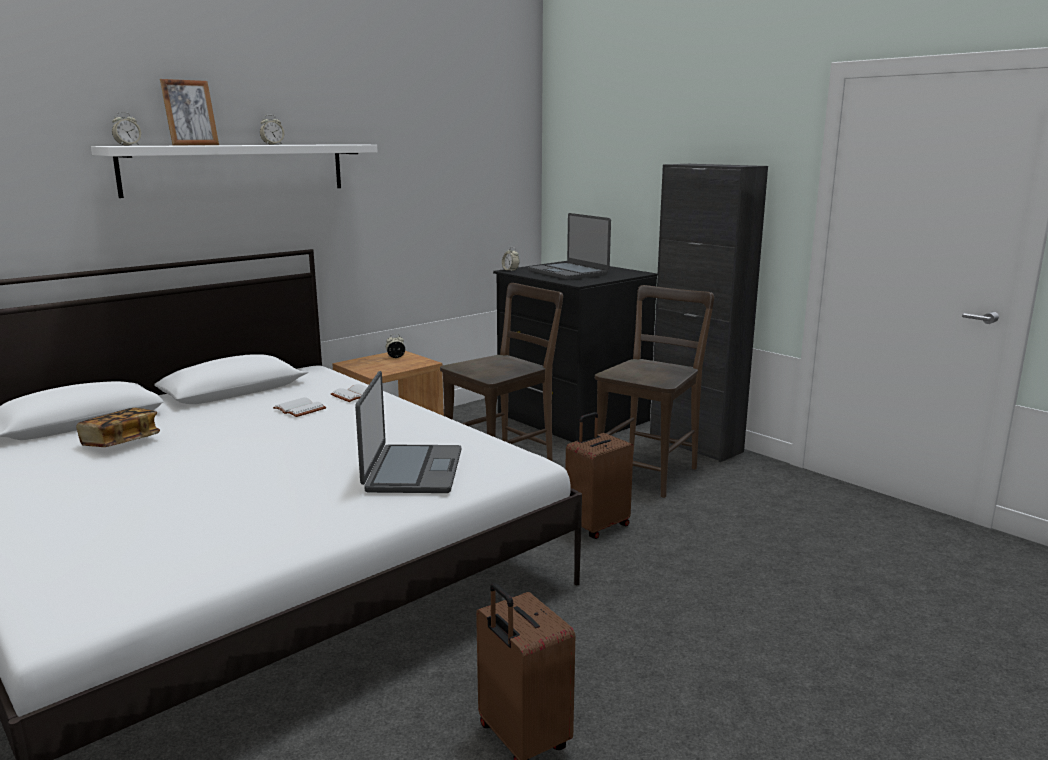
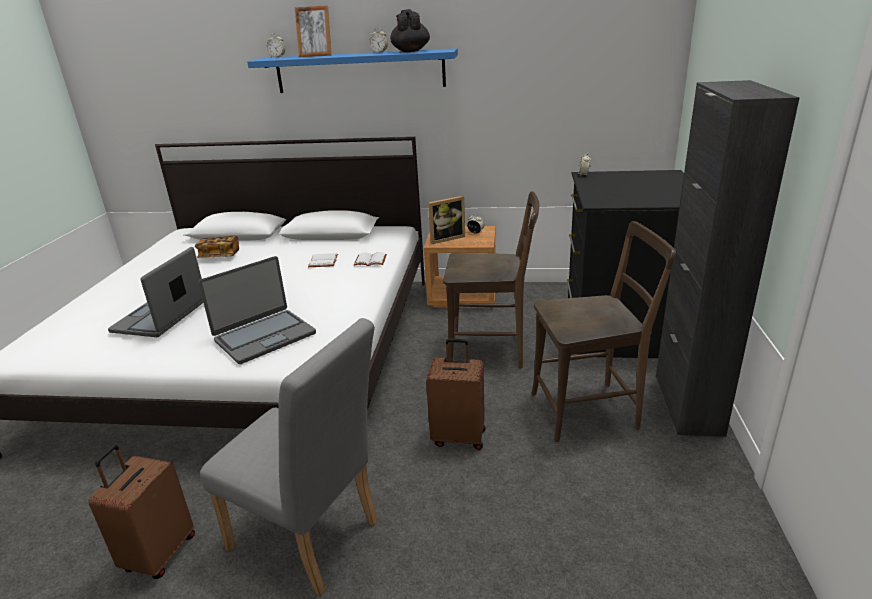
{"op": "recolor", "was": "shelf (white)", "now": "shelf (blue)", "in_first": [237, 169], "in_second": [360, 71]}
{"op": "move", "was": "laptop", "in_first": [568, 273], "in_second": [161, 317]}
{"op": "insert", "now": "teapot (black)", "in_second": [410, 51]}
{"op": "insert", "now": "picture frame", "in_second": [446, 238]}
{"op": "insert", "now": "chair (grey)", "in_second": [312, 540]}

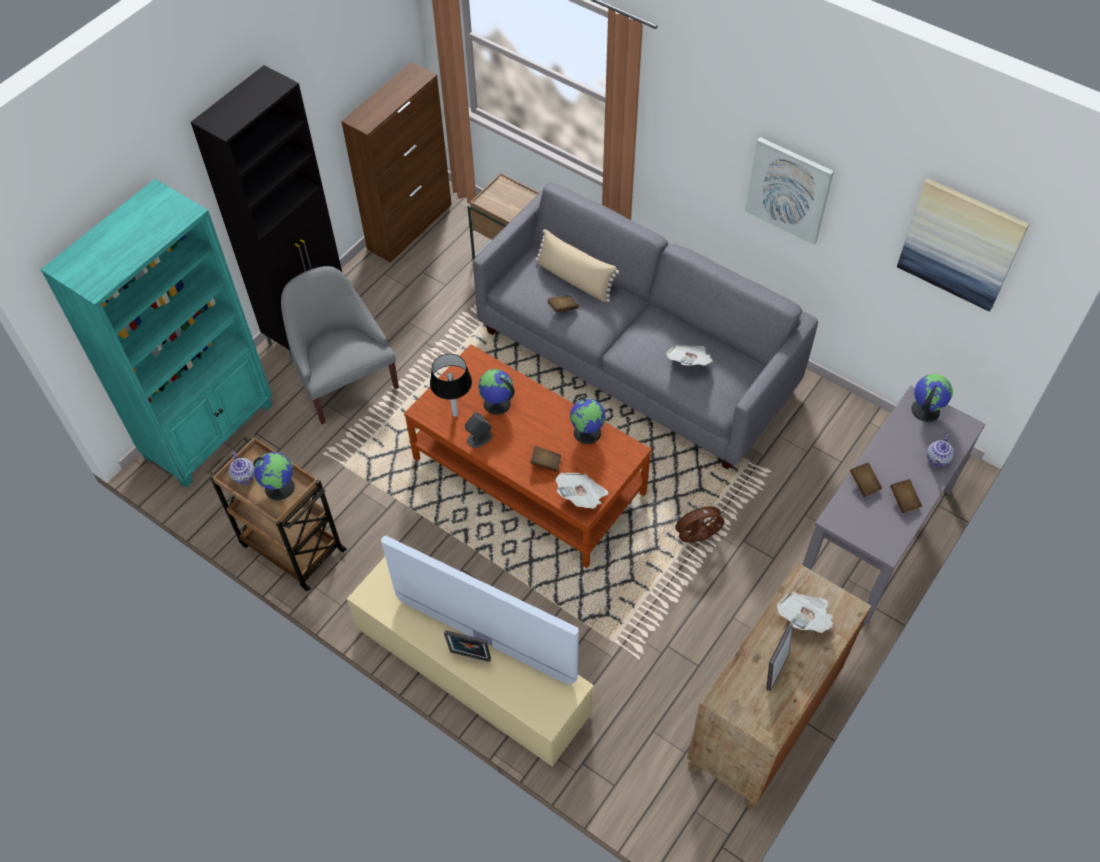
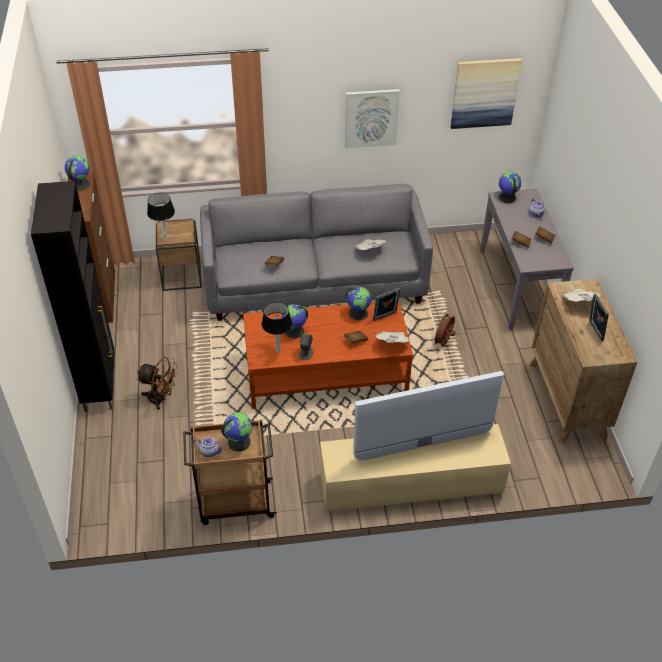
{"op": "delete", "was": "bookcase (turquoise)", "in_first": [210, 431]}
{"op": "delete", "was": "pillow (beige)", "in_first": [574, 279]}
{"op": "replace", "was": "armchair (grey)", "now": "fan (brown)", "in_first": [345, 381], "in_second": [161, 398]}
{"op": "move", "was": "picture frame", "in_first": [469, 658], "in_second": [385, 317]}
{"op": "insert", "now": "globe", "in_second": [80, 184]}
{"op": "insert", "now": "table lamp", "in_second": [165, 239]}

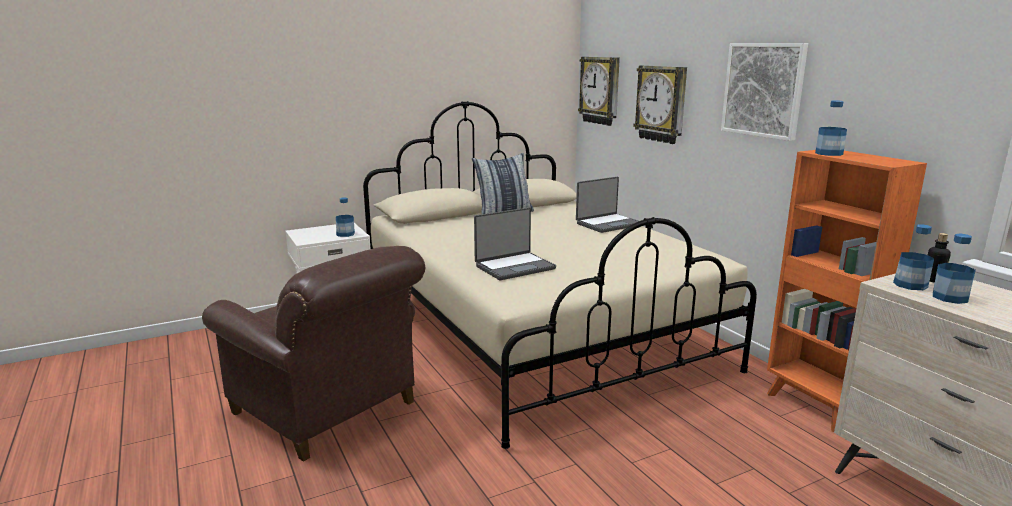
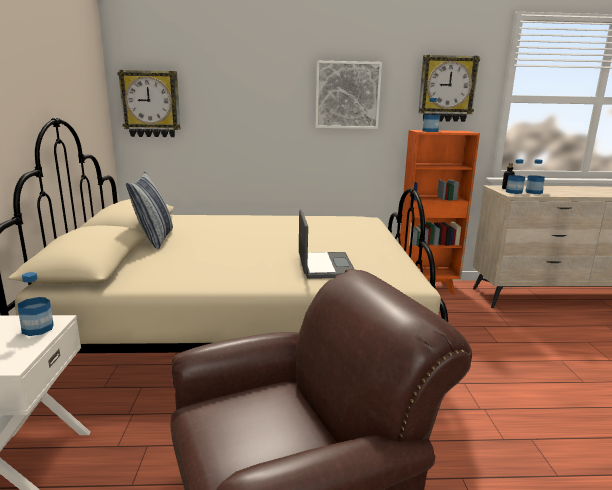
{"op": "move", "was": "wall clock", "in_first": [661, 104], "in_second": [446, 89]}
{"op": "delete", "was": "laptop", "in_first": [608, 224]}

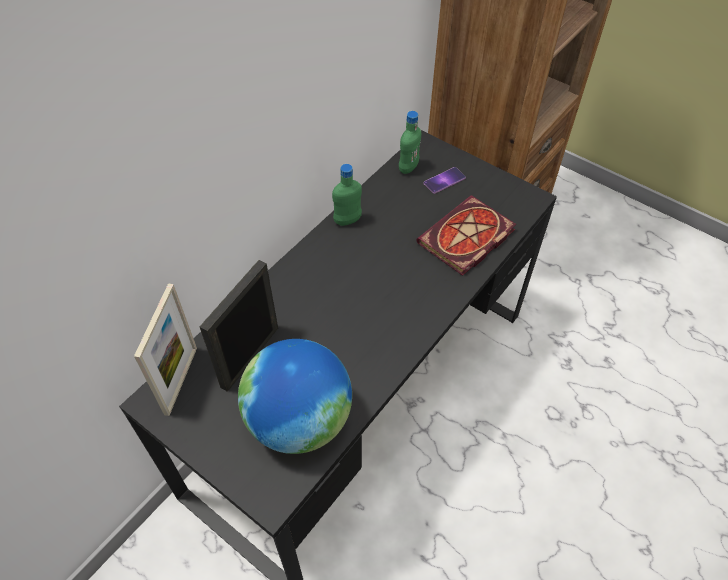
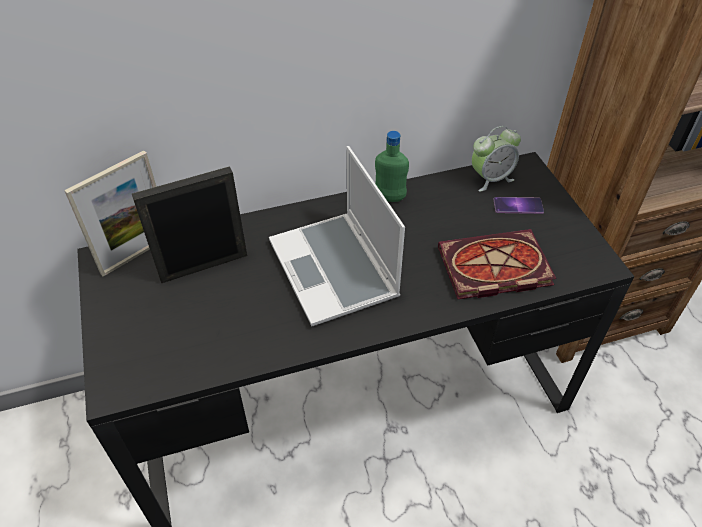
{"op": "replace", "was": "bottle (green)", "now": "alarm clock", "in_first": [408, 168], "in_second": [490, 178]}
{"op": "delete", "was": "globe", "in_first": [300, 421]}
{"op": "insert", "now": "laptop", "in_second": [335, 270]}

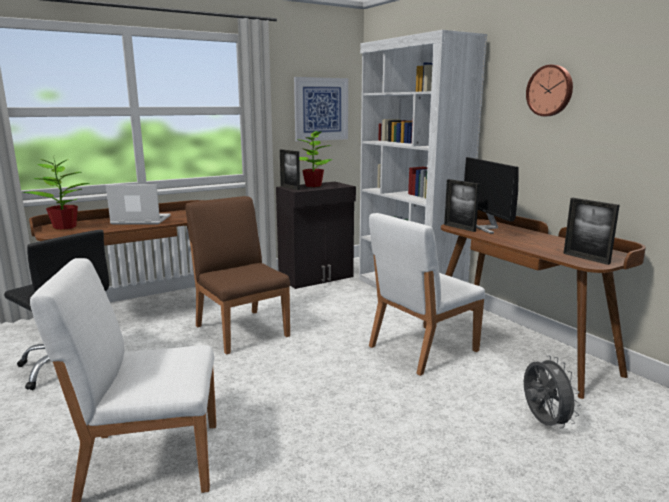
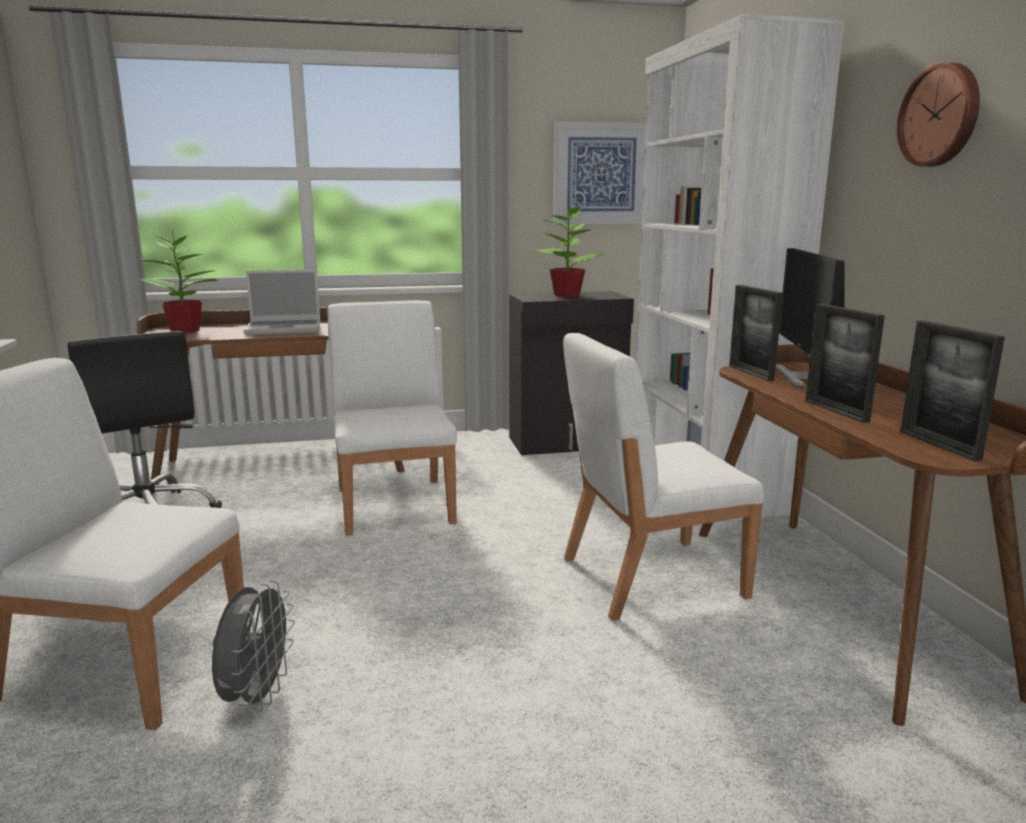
{"op": "move", "was": "picture frame", "in_first": [290, 188], "in_second": [836, 411]}
{"op": "rotate", "was": "laptop", "in_first": [140, 220], "in_second": [285, 329], "clockwise": 150}
{"op": "recolor", "was": "chair (brown)", "now": "chair (white)", "in_first": [242, 330], "in_second": [395, 504]}
{"op": "move", "was": "fan (grey)", "in_first": [543, 422], "in_second": [257, 697]}

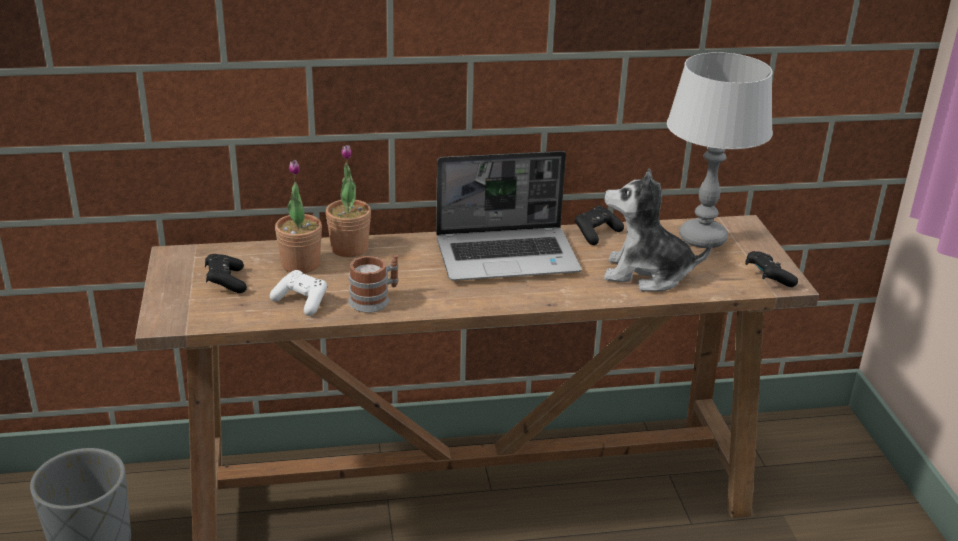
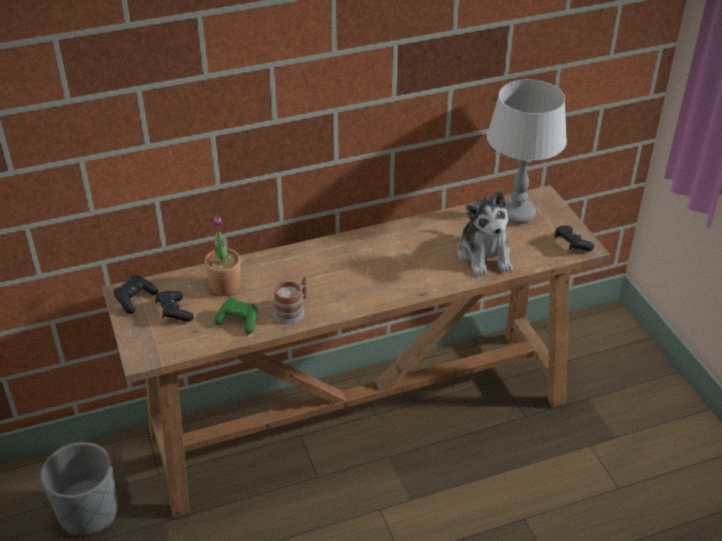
{"op": "delete", "was": "potted plant", "in_first": [349, 248]}
{"op": "delete", "was": "laptop", "in_first": [508, 256]}
{"op": "rotate", "was": "plush toy", "in_first": [646, 274], "in_second": [484, 255], "clockwise": -105}
{"op": "move", "was": "game controller (black)", "in_first": [596, 233], "in_second": [135, 299]}
{"op": "recolor", "was": "game controller (white)", "now": "game controller (green)", "in_first": [301, 302], "in_second": [239, 321]}

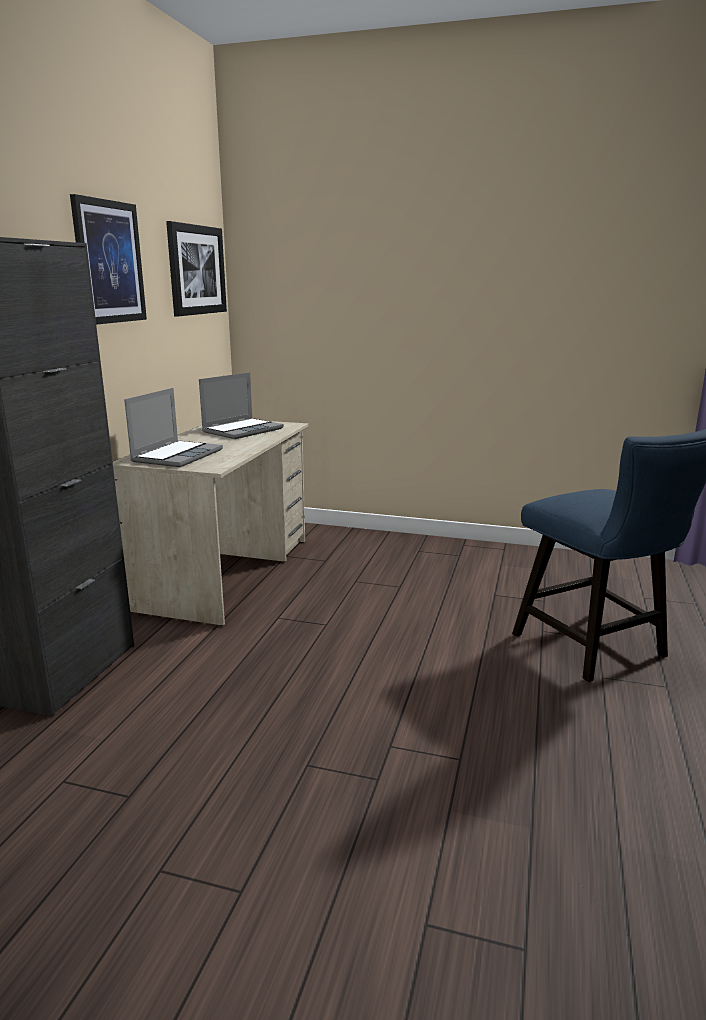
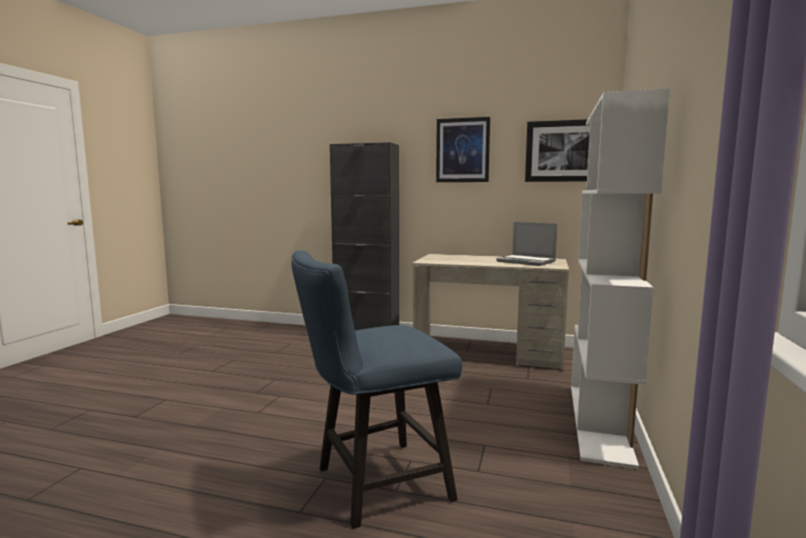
{"op": "delete", "was": "laptop", "in_first": [177, 455]}
{"op": "insert", "now": "bookcase (white)", "in_second": [600, 422]}

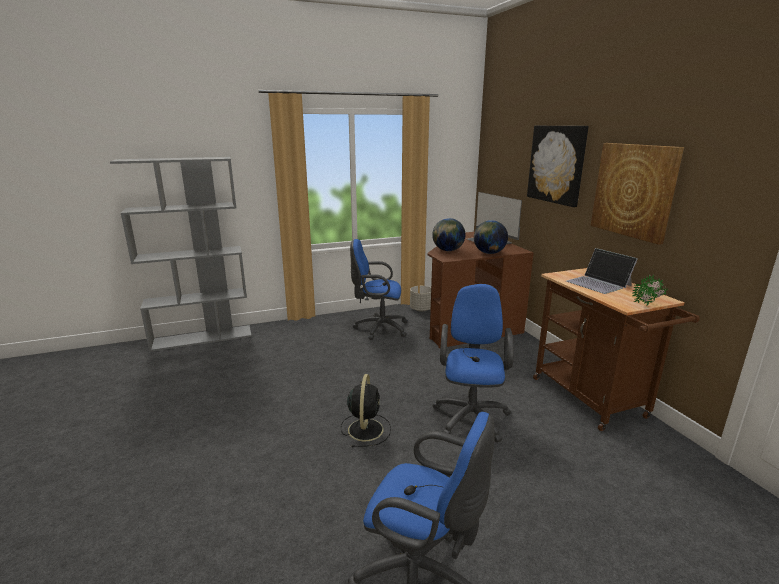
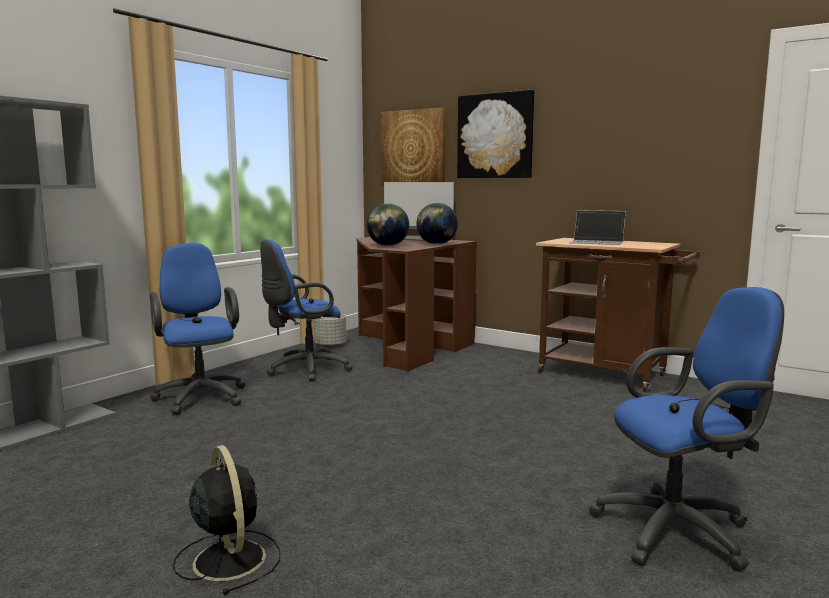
{"op": "move", "was": "picture", "in_first": [634, 190], "in_second": [413, 148]}
{"op": "delete", "was": "potted plant", "in_first": [648, 304]}
{"op": "move", "was": "office chair (blue)", "in_first": [471, 415], "in_second": [200, 396]}
{"op": "move", "was": "fan (black)", "in_first": [365, 428], "in_second": [228, 558]}

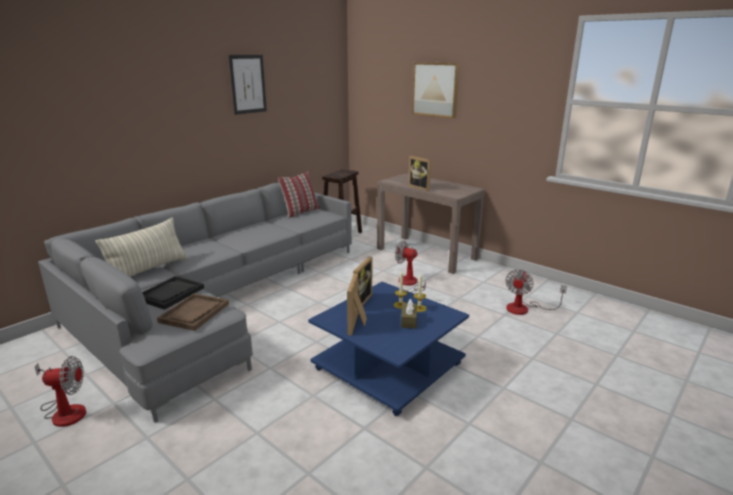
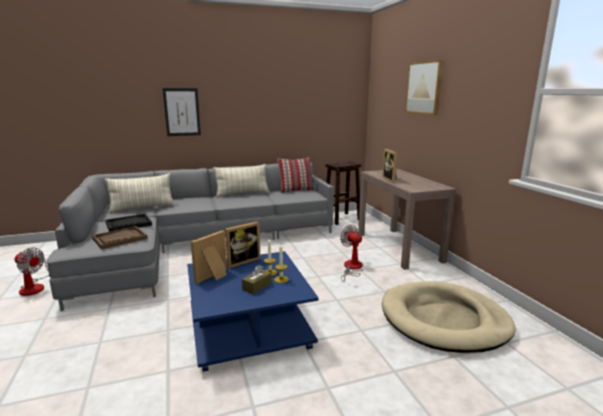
{"op": "move", "was": "picture", "in_first": [248, 84], "in_second": [182, 112]}
{"op": "replace", "was": "fan", "now": "dog bed (beige)", "in_first": [524, 308], "in_second": [444, 320]}
{"op": "insert", "now": "pillow", "in_second": [242, 194]}

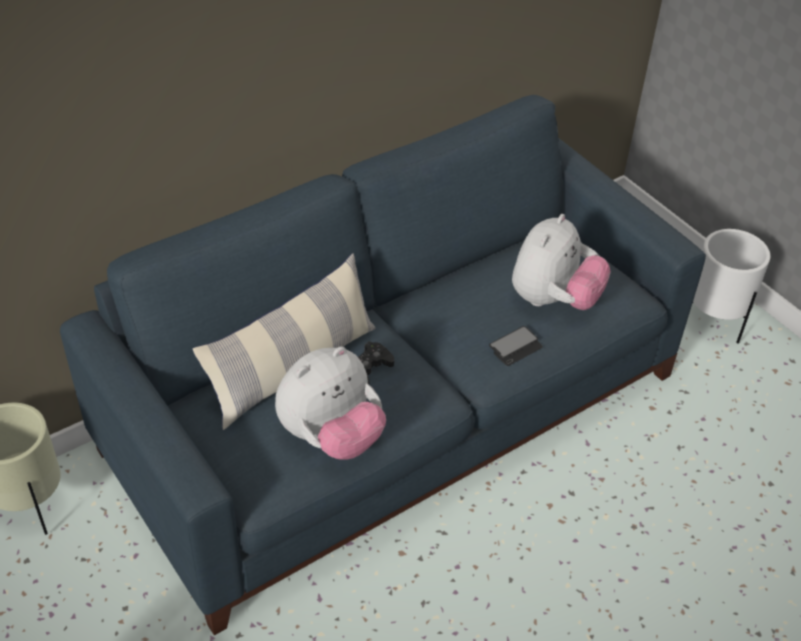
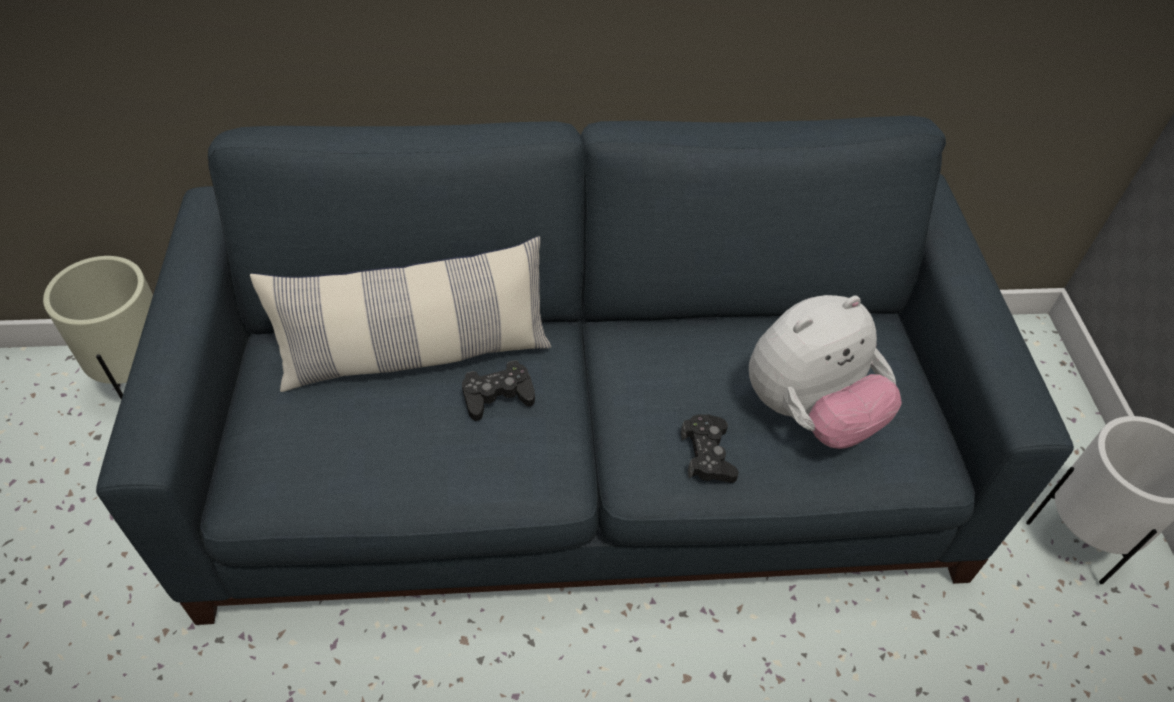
{"op": "replace", "was": "phone", "now": "game controller (black)", "in_first": [515, 347], "in_second": [708, 455]}
{"op": "delete", "was": "plush toy", "in_first": [331, 436]}

